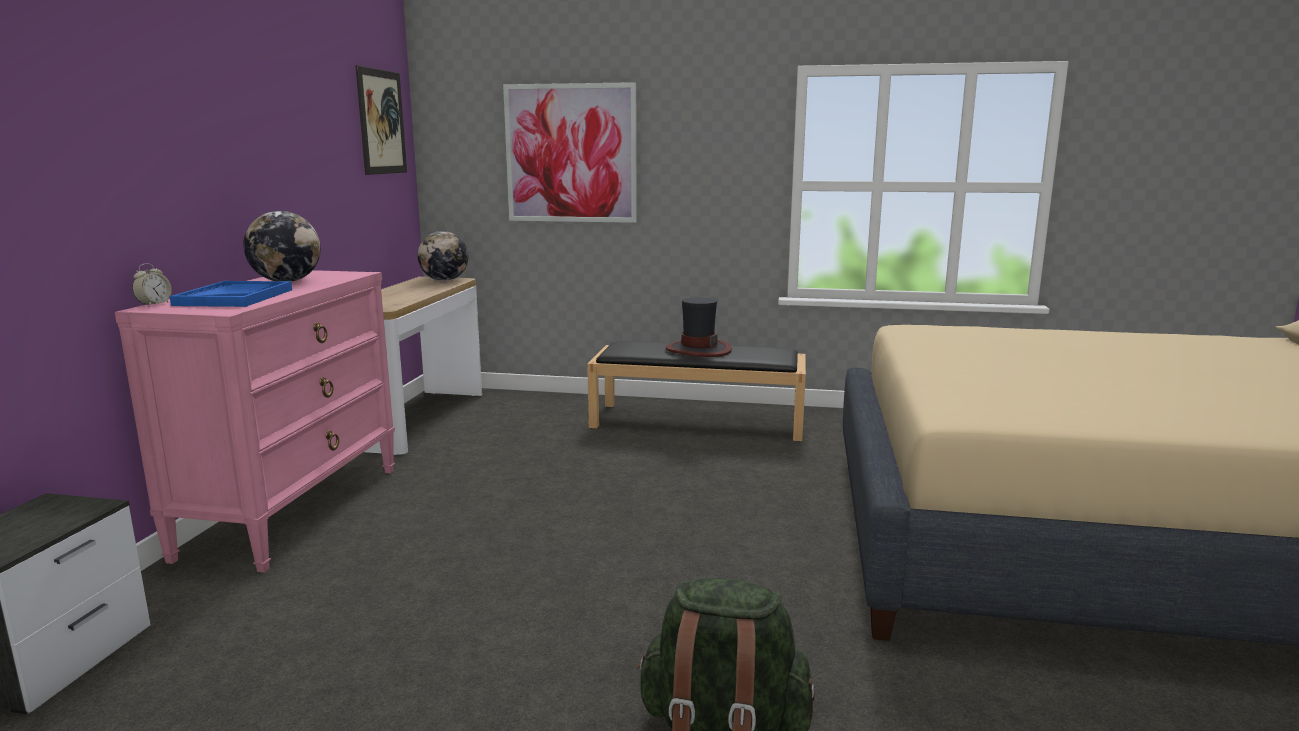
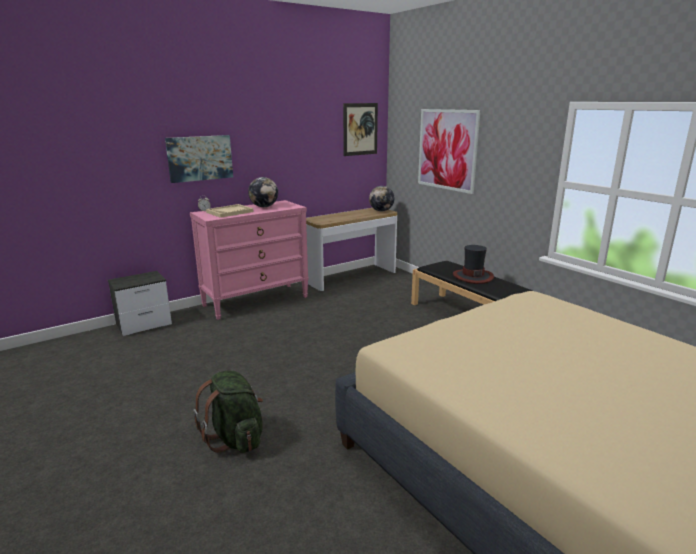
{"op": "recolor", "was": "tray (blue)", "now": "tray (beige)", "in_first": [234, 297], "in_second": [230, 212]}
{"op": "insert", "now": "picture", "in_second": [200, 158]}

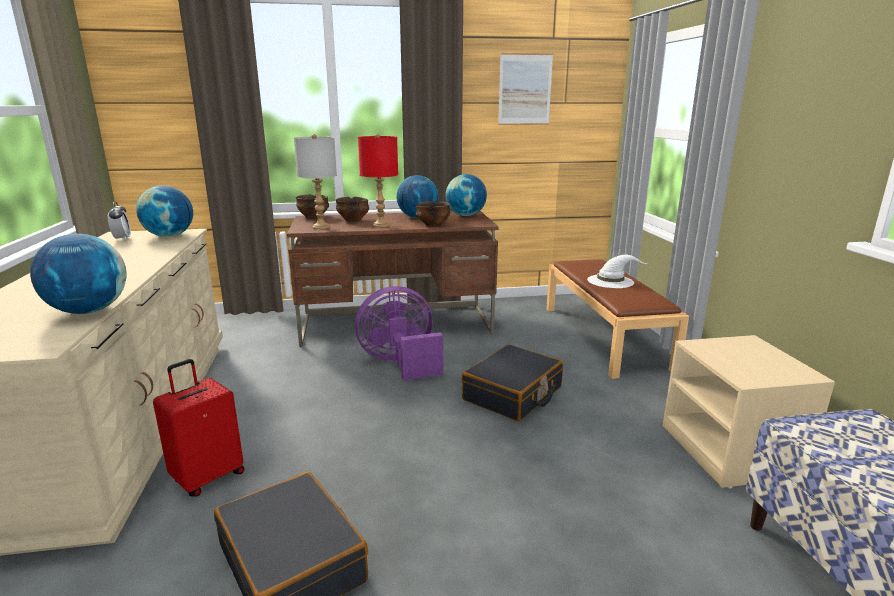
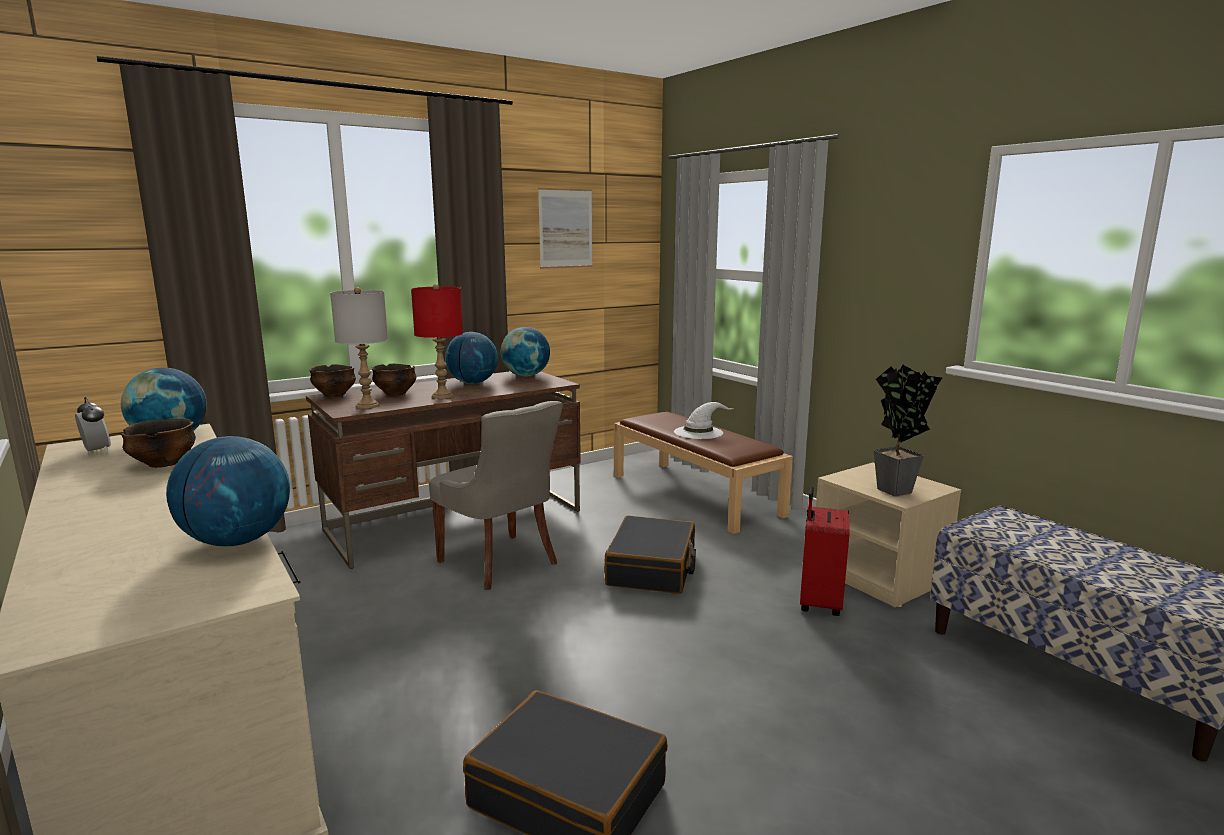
{"op": "move", "was": "bowl", "in_first": [433, 225], "in_second": [164, 464]}
{"op": "replace", "was": "fan (purple)", "now": "chair (grey)", "in_first": [400, 363], "in_second": [501, 562]}
{"op": "move", "was": "suitcase (red)", "in_first": [208, 477], "in_second": [818, 603]}
{"op": "insert", "now": "potted plant", "in_second": [896, 492]}

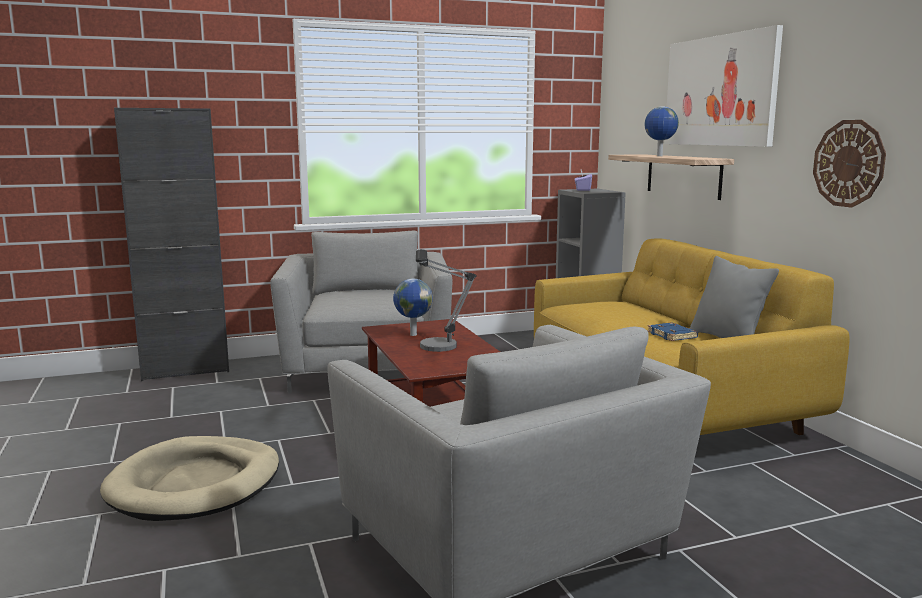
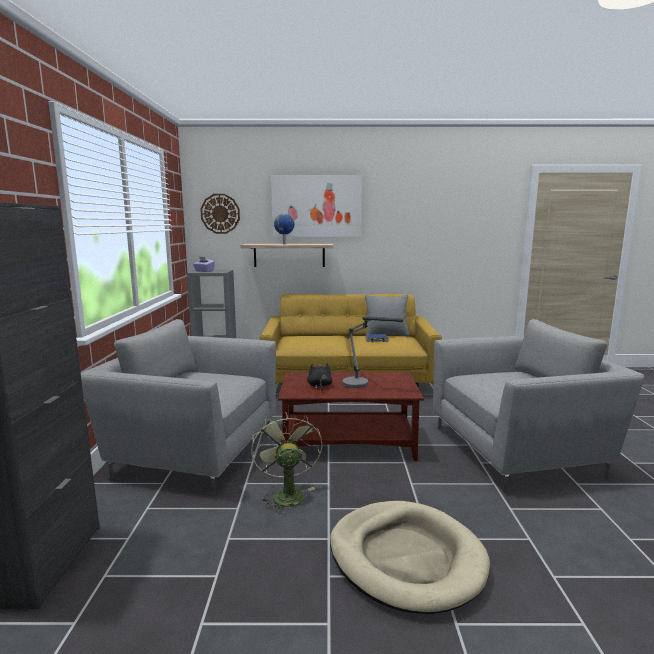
{"op": "move", "was": "wall clock", "in_first": [849, 163], "in_second": [220, 213]}
{"op": "replace", "was": "globe", "now": "plush toy (black)", "in_first": [412, 334], "in_second": [319, 386]}
{"op": "insert", "now": "fan (green)", "in_second": [286, 494]}

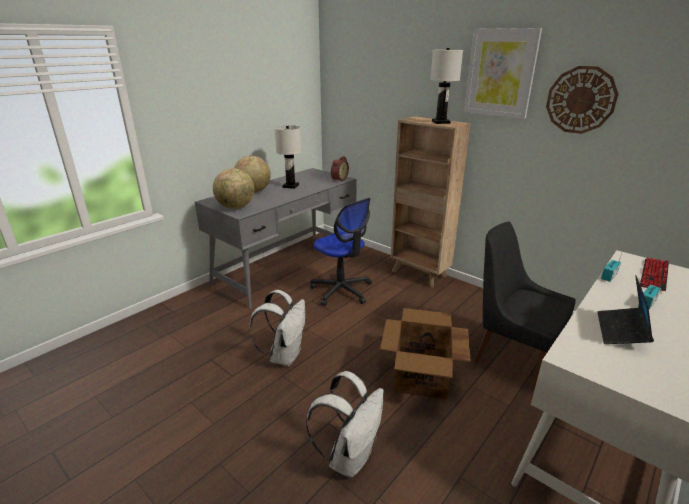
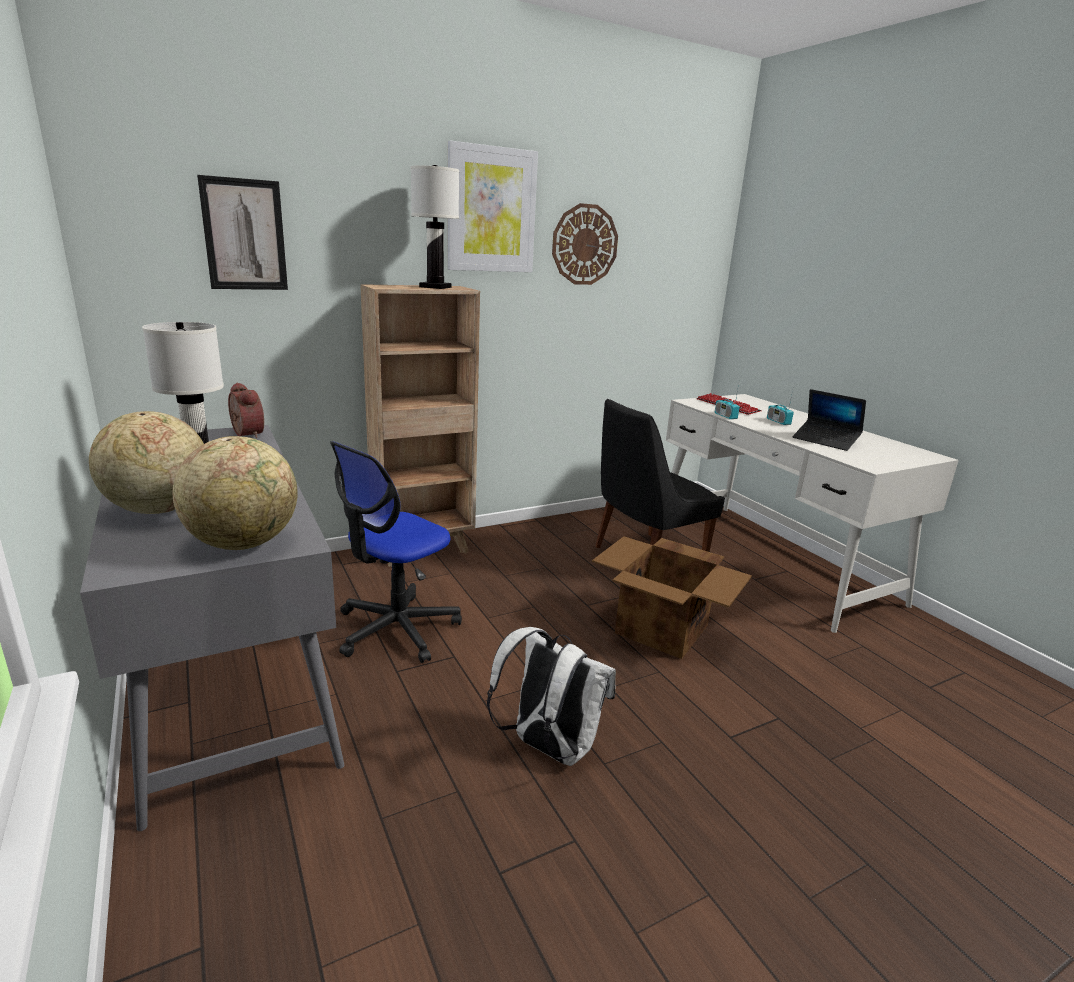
{"op": "rotate", "was": "office chair", "in_first": [341, 290], "in_second": [396, 629], "clockwise": 150}
{"op": "delete", "was": "backpack (white)", "in_first": [349, 456]}
{"op": "insert", "now": "picture", "in_second": [244, 235]}

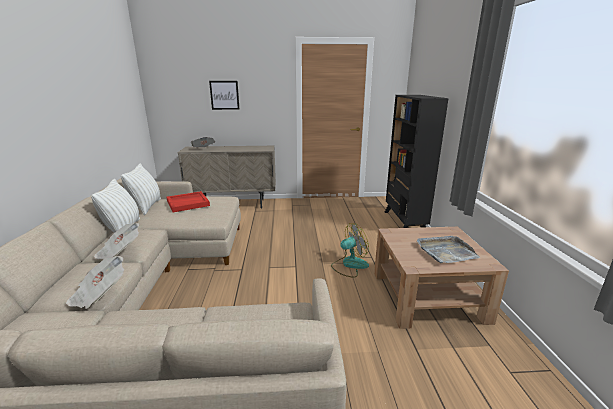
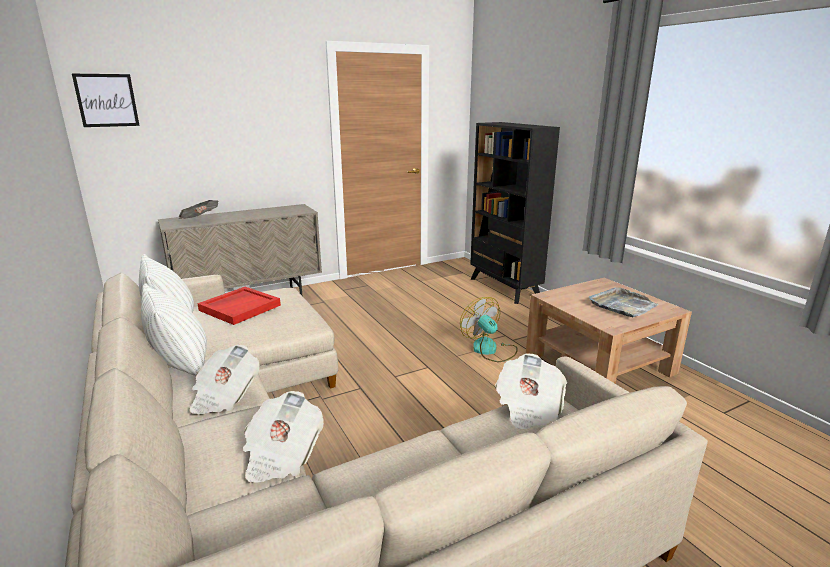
{"op": "move", "was": "picture", "in_first": [224, 95], "in_second": [106, 100]}
{"op": "rotate", "was": "fan", "in_first": [349, 265], "in_second": [490, 350], "clockwise": -75}
{"op": "insert", "now": "newspaper", "in_second": [528, 408]}

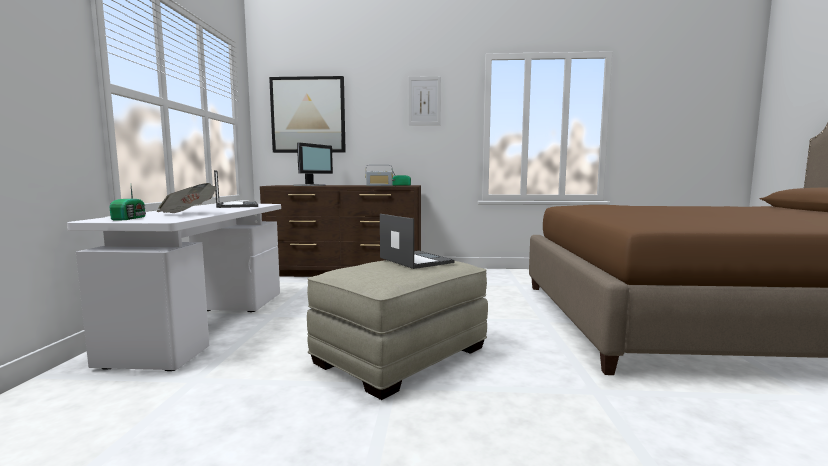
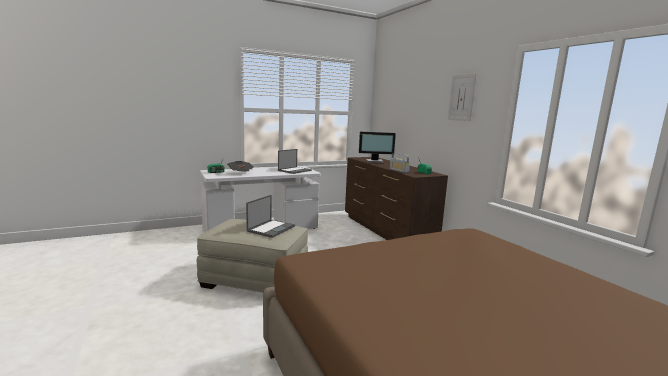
{"op": "delete", "was": "picture", "in_first": [308, 115]}

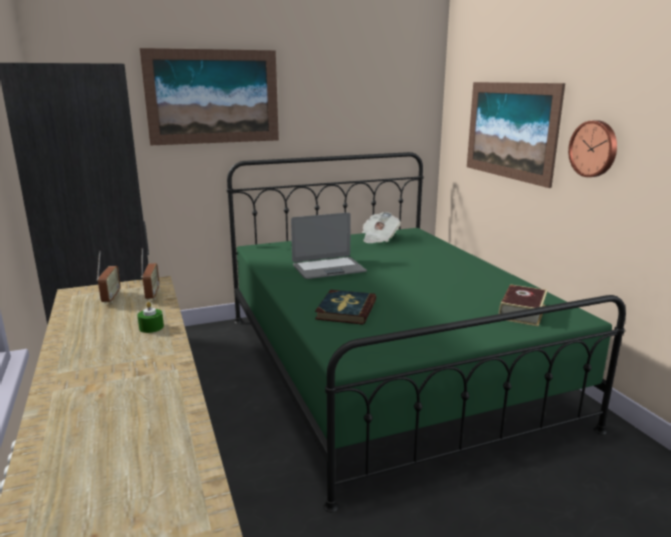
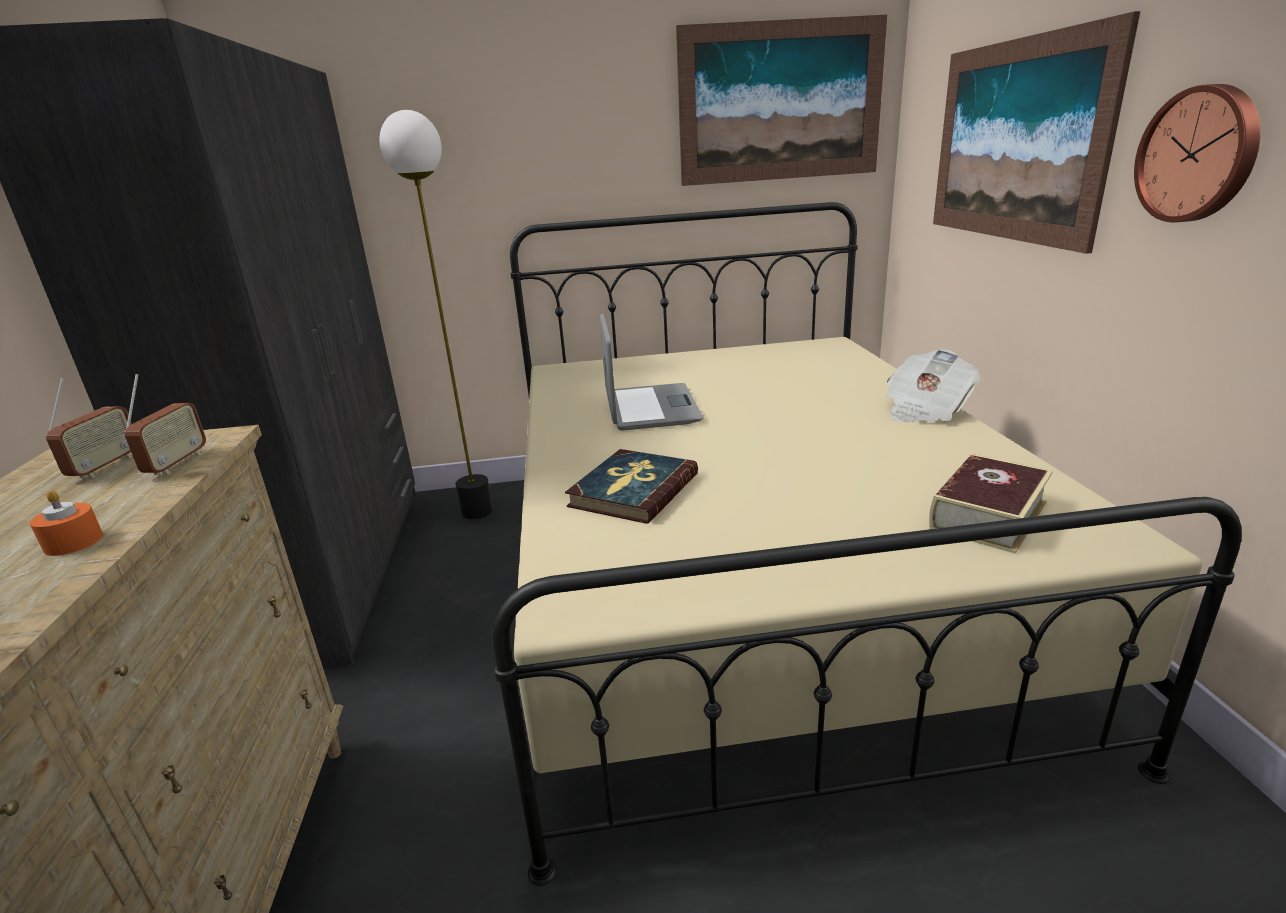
{"op": "move", "was": "picture", "in_first": [213, 97], "in_second": [780, 102]}
{"op": "recolor", "was": "bed (green)", "now": "bed (beige)", "in_first": [386, 366], "in_second": [747, 580]}
{"op": "move", "was": "newspaper", "in_first": [379, 238], "in_second": [925, 410]}
{"op": "rotate", "was": "laptop", "in_first": [328, 269], "in_second": [650, 408], "clockwise": -90}
{"op": "recolor", "was": "candle (green)", "now": "candle (orange)", "in_first": [151, 327], "in_second": [73, 542]}
{"op": "insert", "now": "floor lamp", "in_second": [476, 511]}

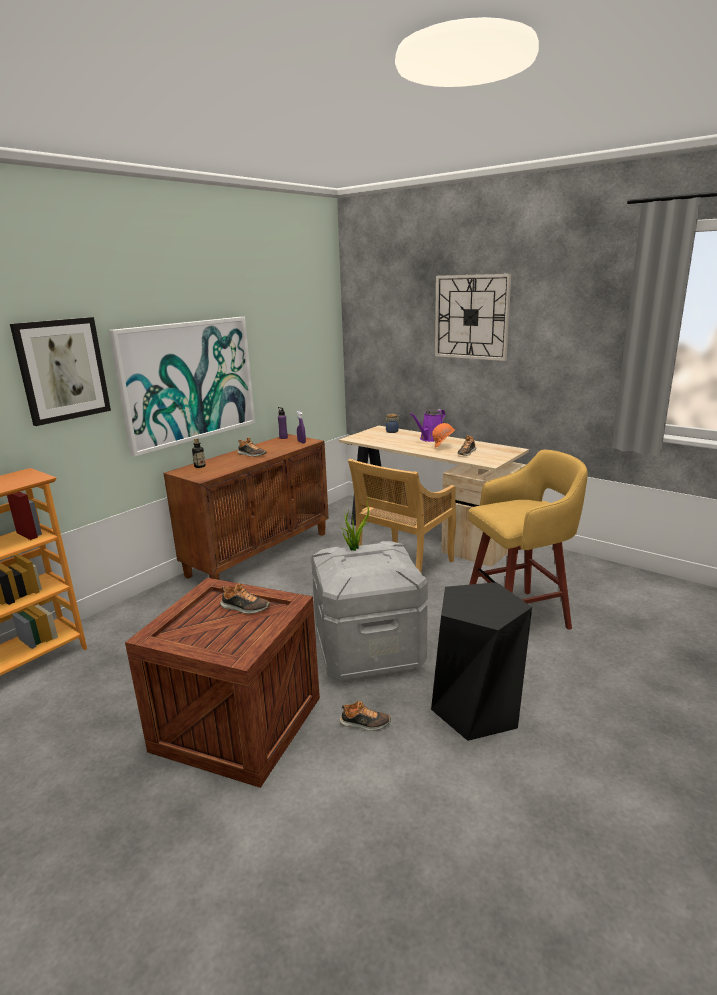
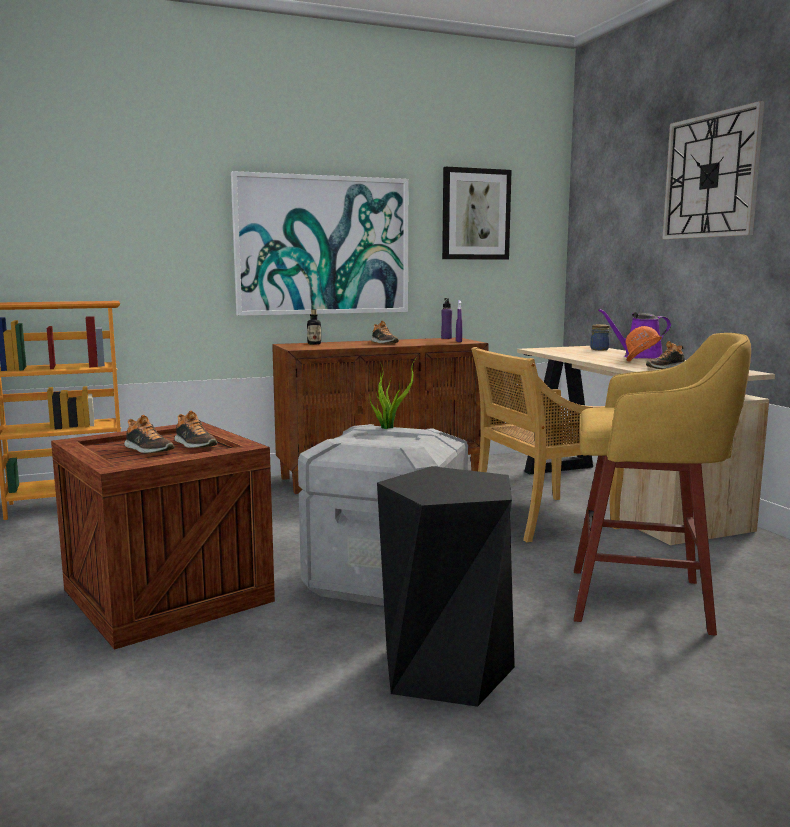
{"op": "move", "was": "picture", "in_first": [62, 370], "in_second": [475, 214]}
{"op": "move", "was": "shoe", "in_first": [365, 723], "in_second": [148, 450]}

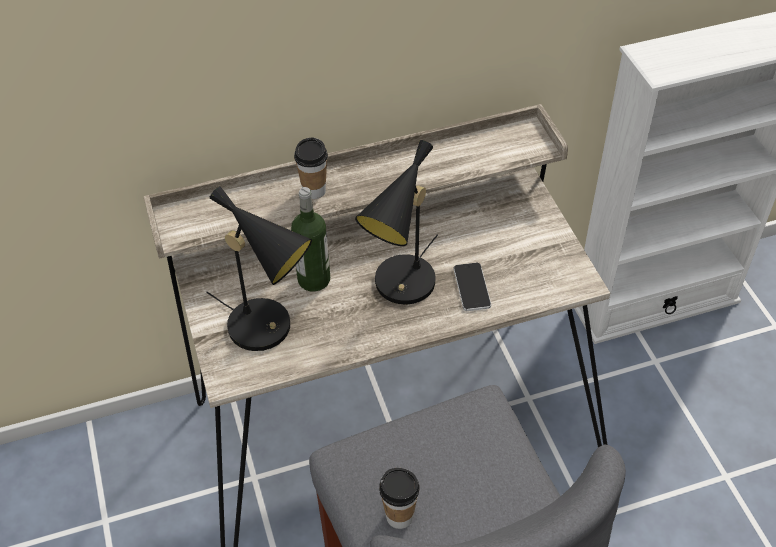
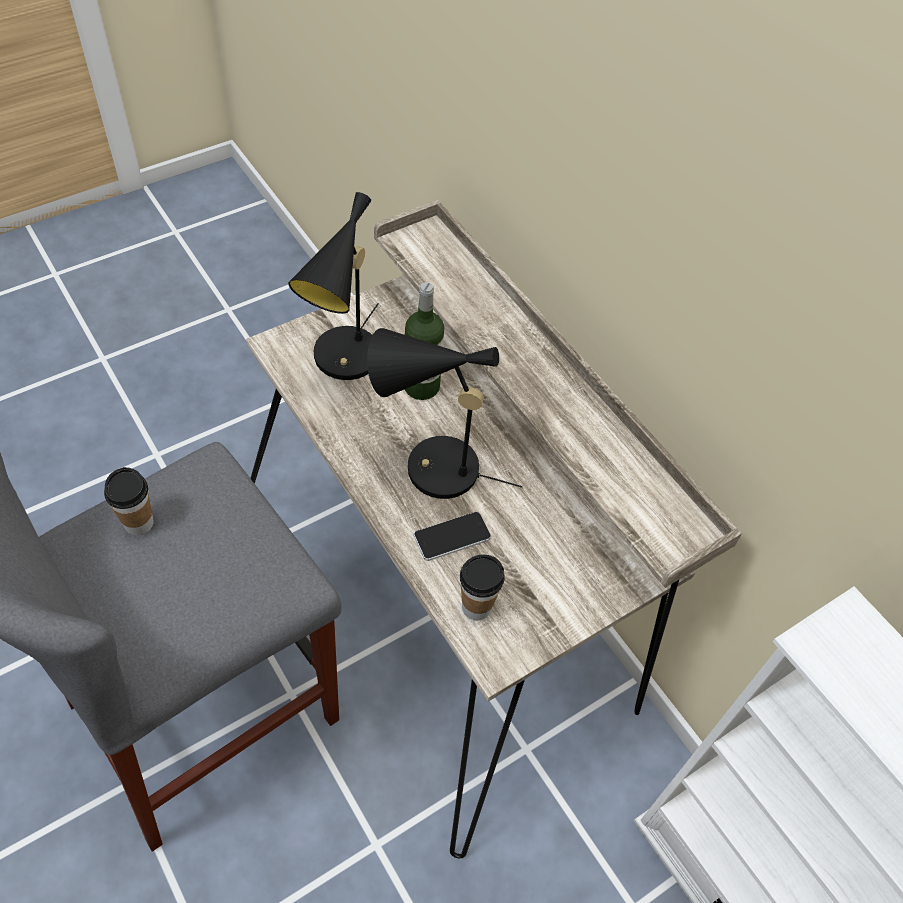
{"op": "move", "was": "cup", "in_first": [314, 191], "in_second": [476, 607]}

